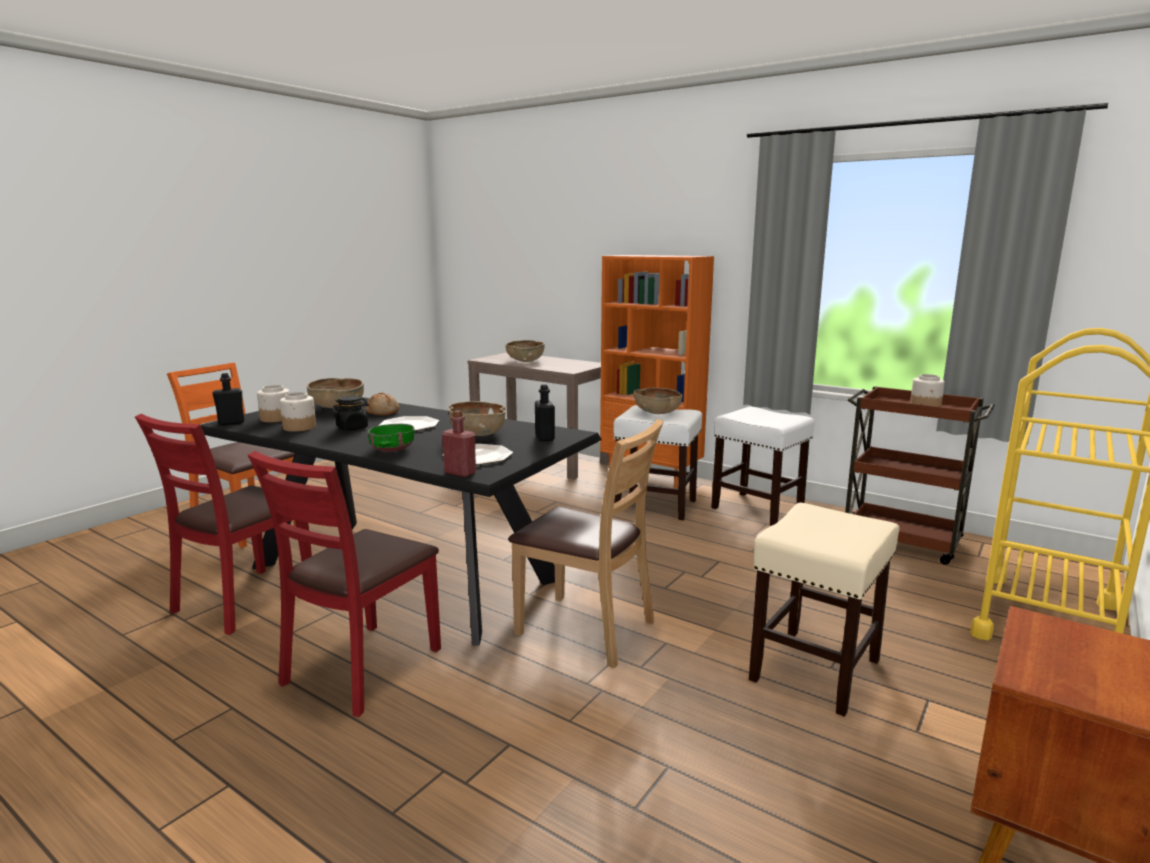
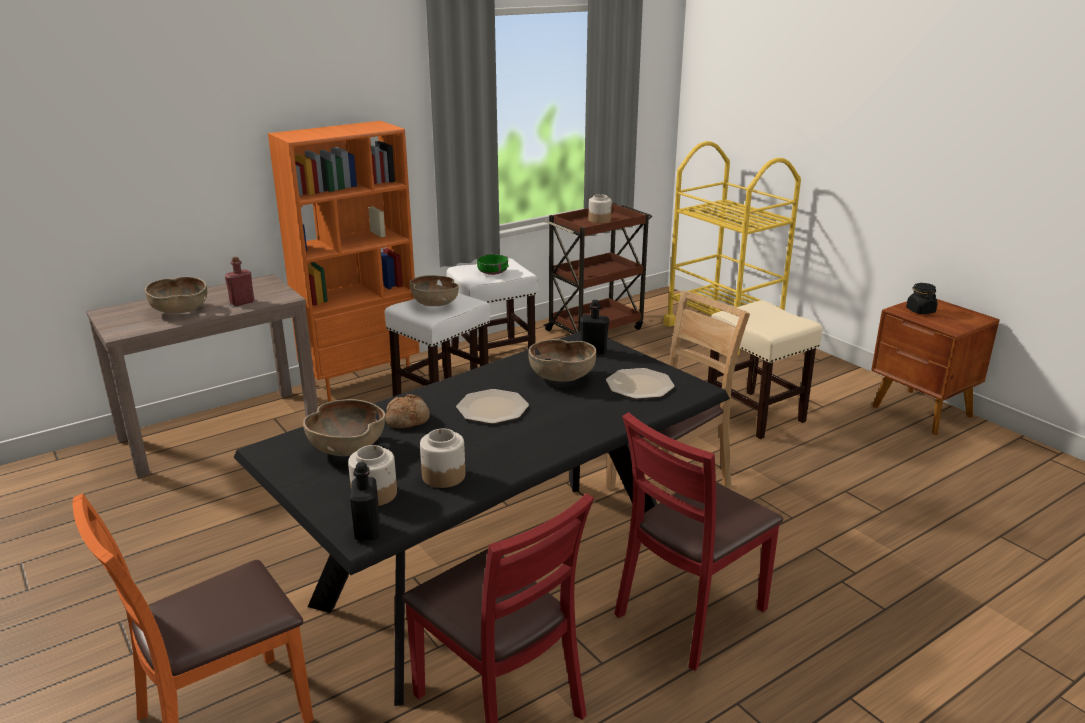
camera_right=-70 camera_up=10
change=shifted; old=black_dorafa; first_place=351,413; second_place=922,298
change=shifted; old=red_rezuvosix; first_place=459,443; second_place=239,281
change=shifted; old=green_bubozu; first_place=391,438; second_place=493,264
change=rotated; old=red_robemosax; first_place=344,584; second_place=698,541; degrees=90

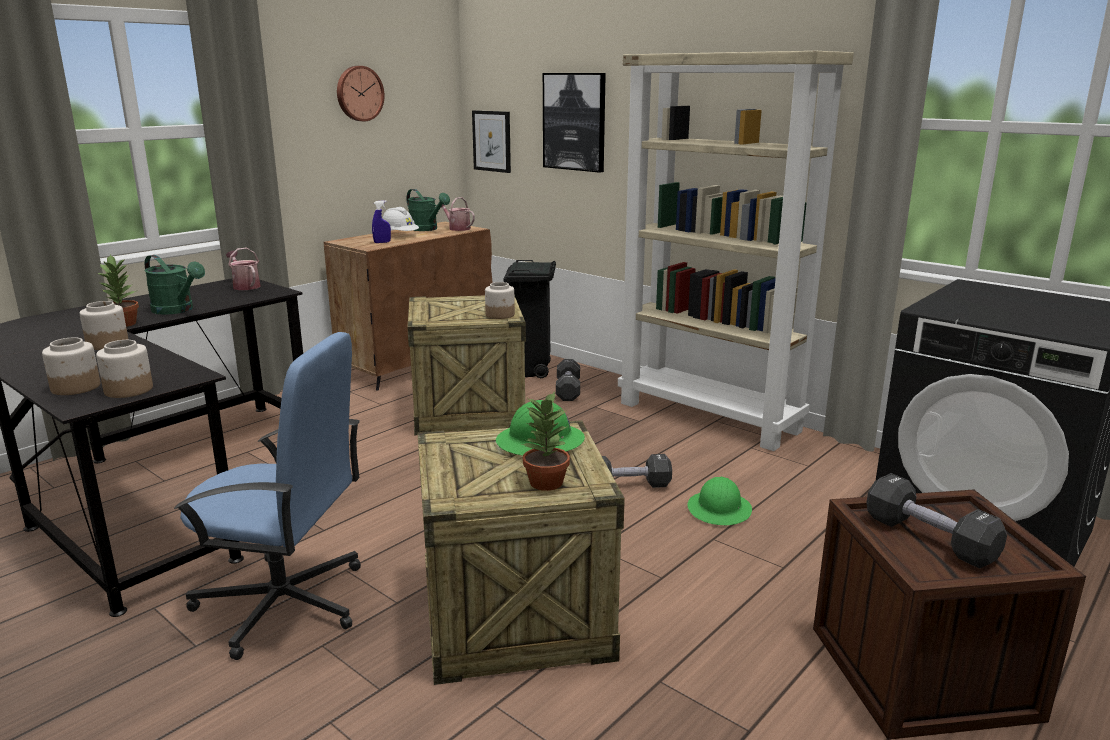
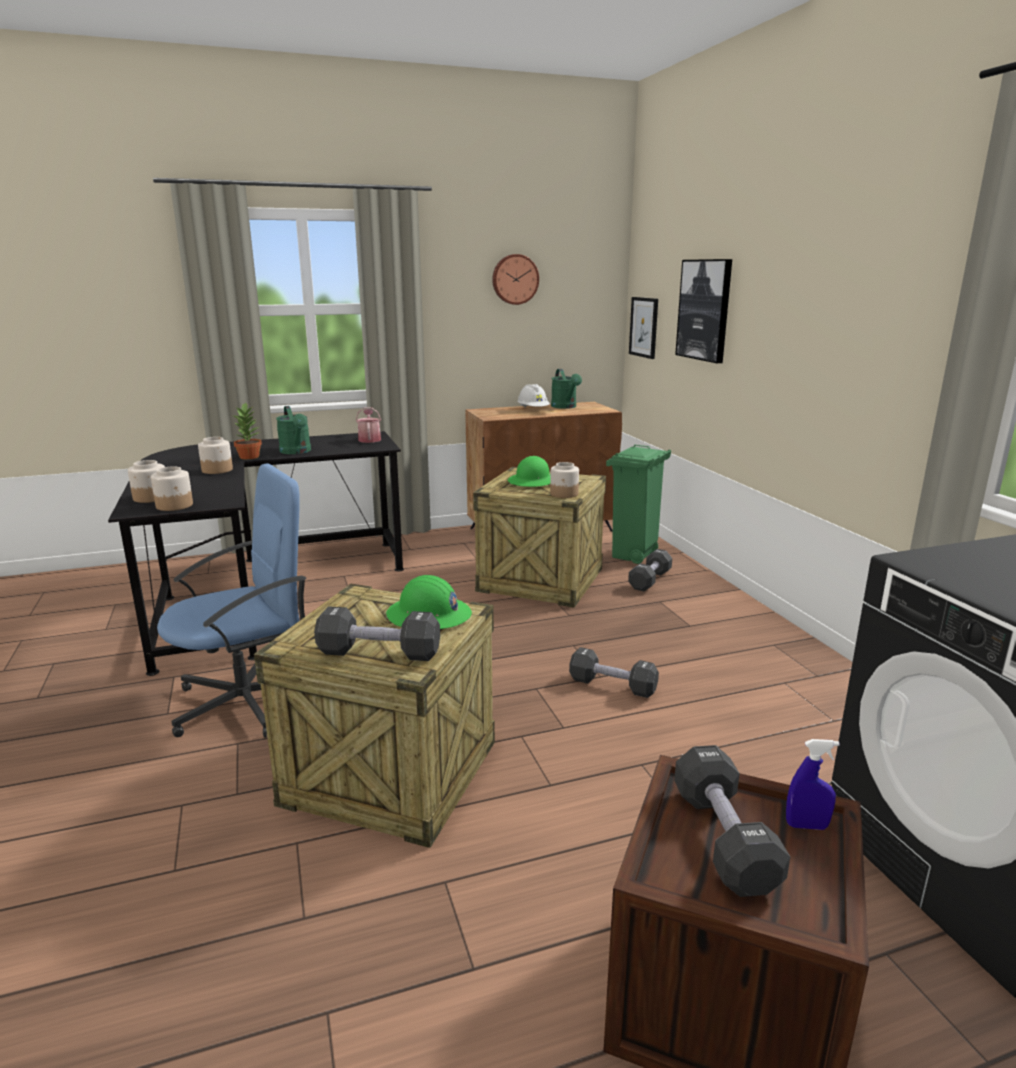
camera_right=30 camera_up=0
change=gone; old=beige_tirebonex; first_place=736,251
change=gone; old=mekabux; first_place=458,214
change=shifted; old=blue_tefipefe; first_place=381,221; second_place=813,784
change=repainted; old=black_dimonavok; new=green_dimonavok; first_place=530,319; second_place=638,504
change=rotated; old=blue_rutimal; first_place=267,496; second_place=232,601; degrees=-75
change=swapped; old=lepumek; new=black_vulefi; first_place=546,441; second_place=377,633
change=shifted; old=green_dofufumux; first_place=719,501; second_place=529,471

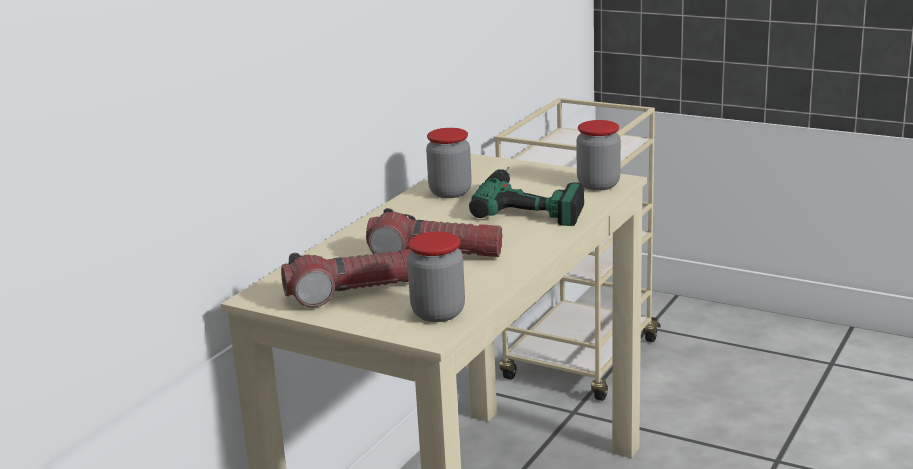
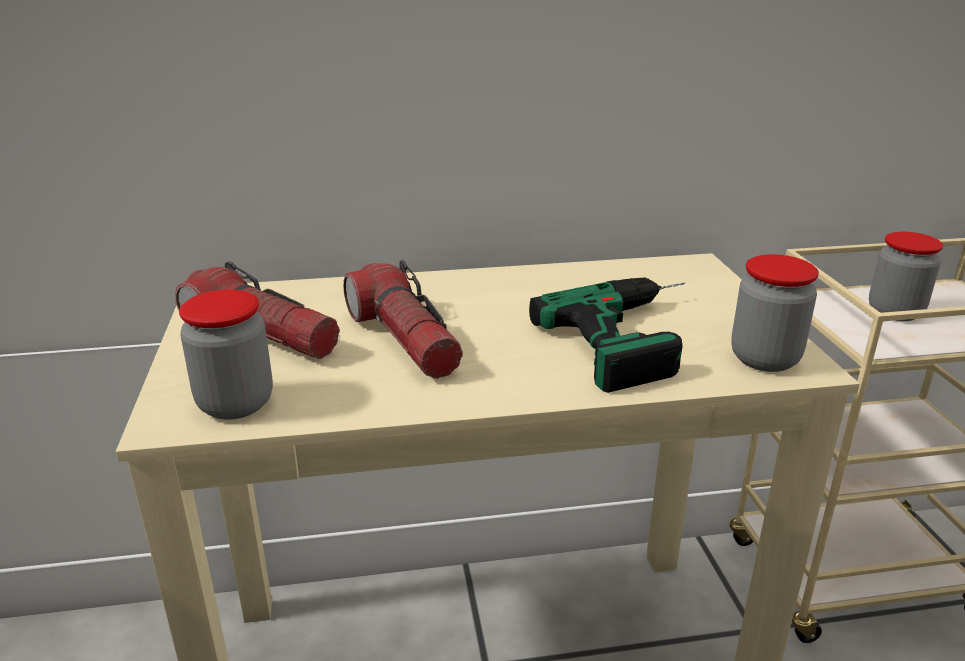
camera_right=50 camera_up=5
change=shifted; old=dorafa; first_place=449,163; second_place=906,276

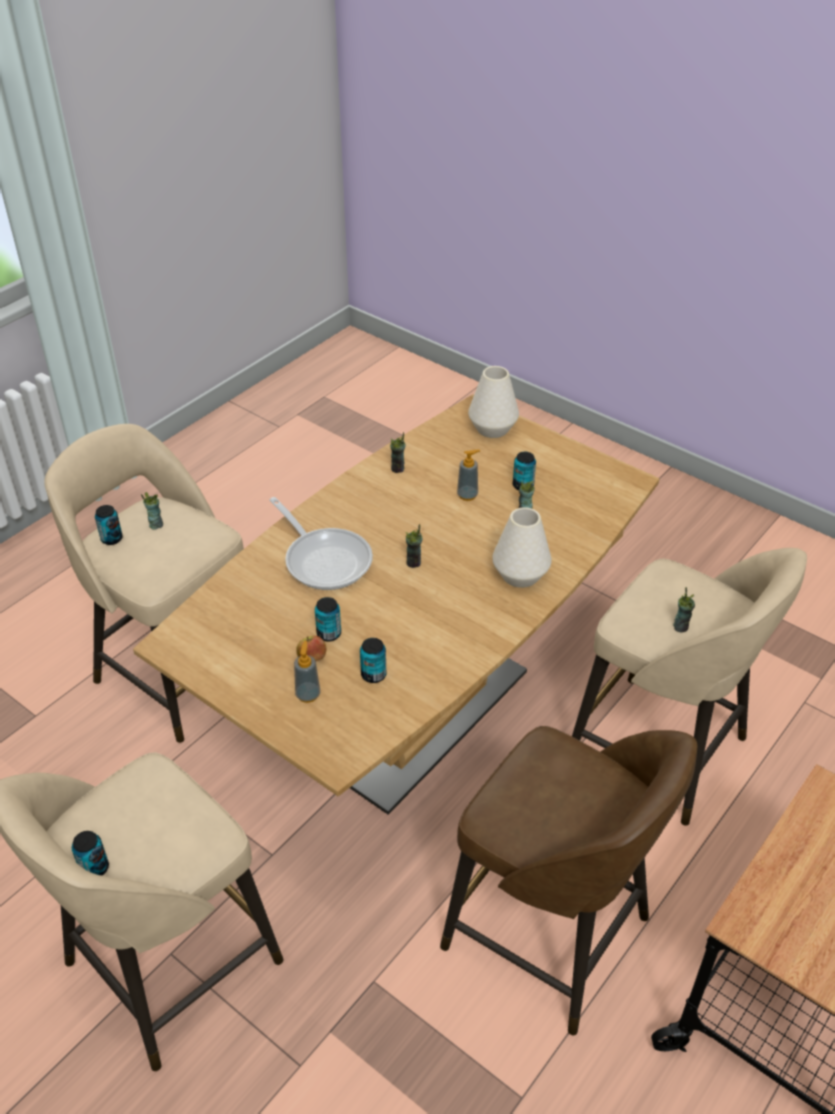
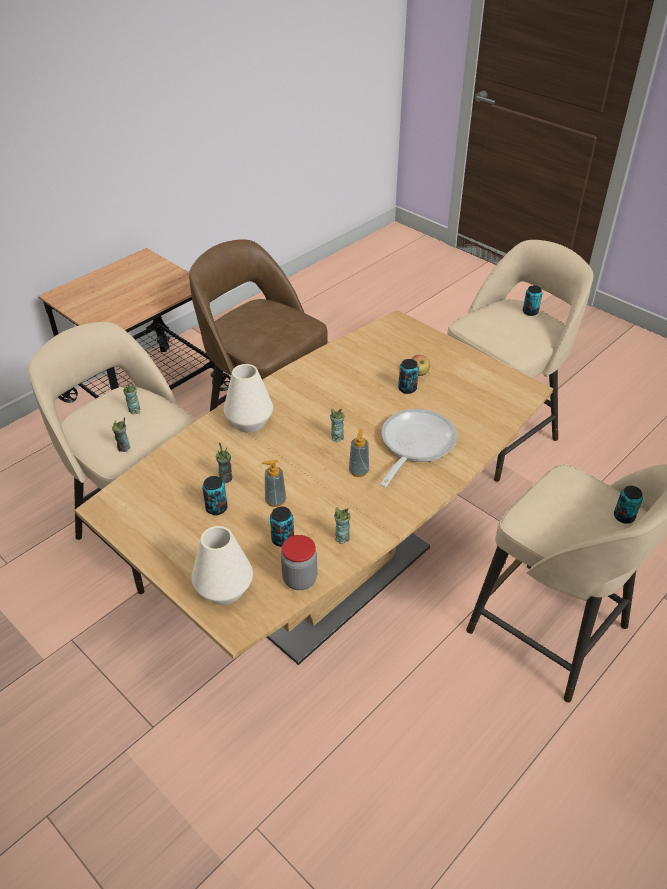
camera_right=-175 camera_up=0
change=shifted; old=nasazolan; first_place=152,511; second_place=121,434
change=rotated; old=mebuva; first_place=321,543; second_place=418,448; degrees=60
change=shifted; old=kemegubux; first_place=373,660; second_place=282,527
change=shifted; old=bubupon; first_place=307,671; second_place=359,453
change=new; new=dorafa; second_place=299,562

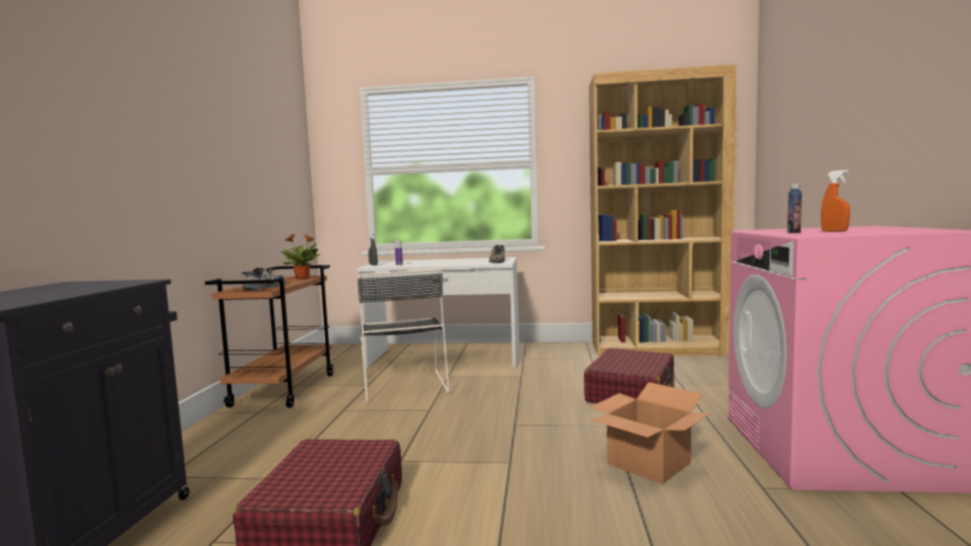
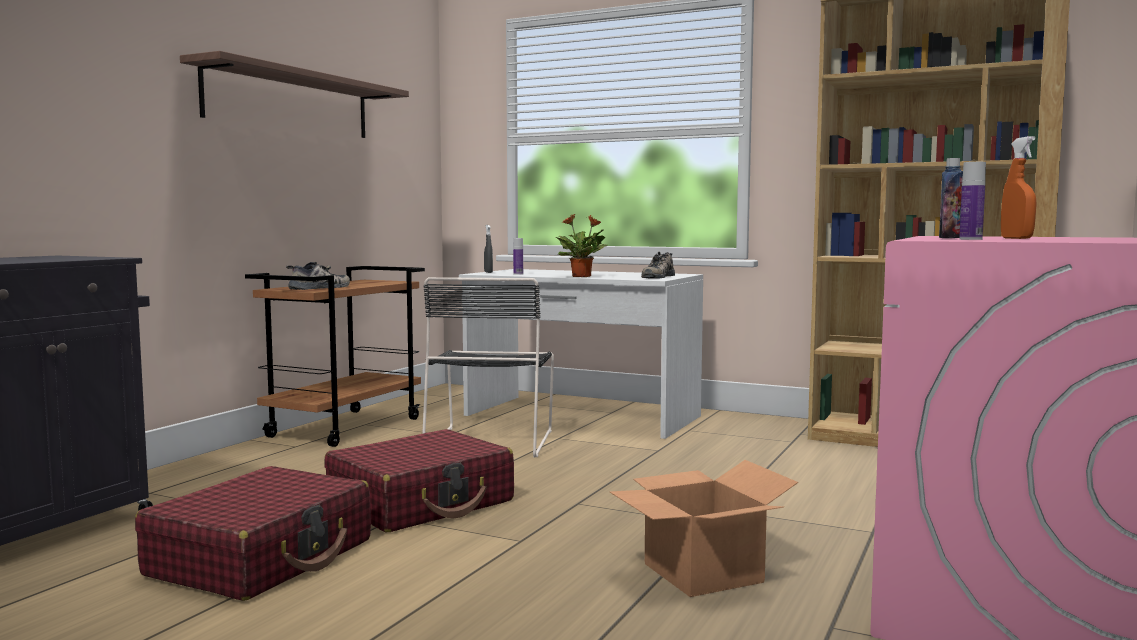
camera_right=20 camera_up=0
change=shifted; old=lepumek; first_place=301,256; second_place=581,245
change=shifted; old=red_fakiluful; first_place=629,375; second_place=419,480
change=new; new=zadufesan; second_place=294,94
change=new; new=rezuvosix; second_place=972,201

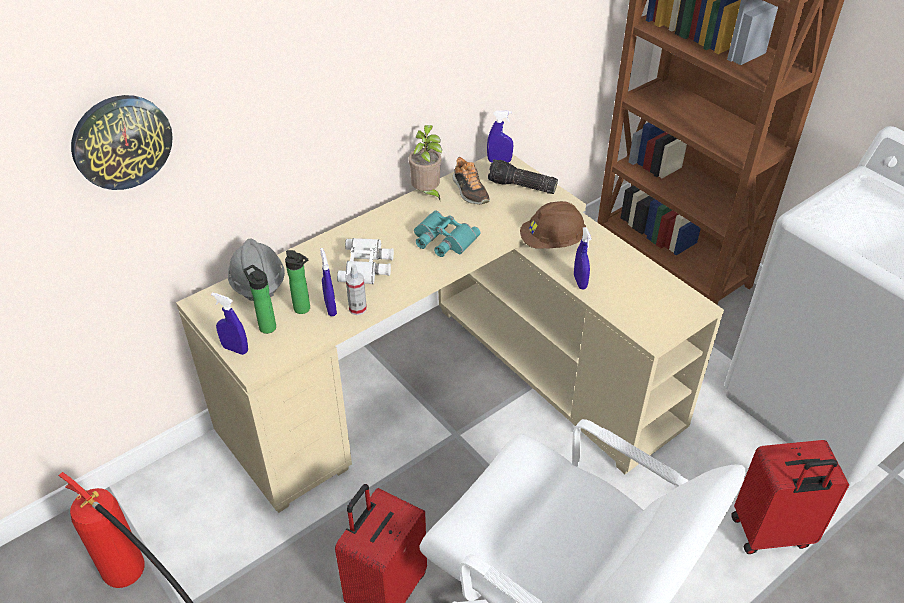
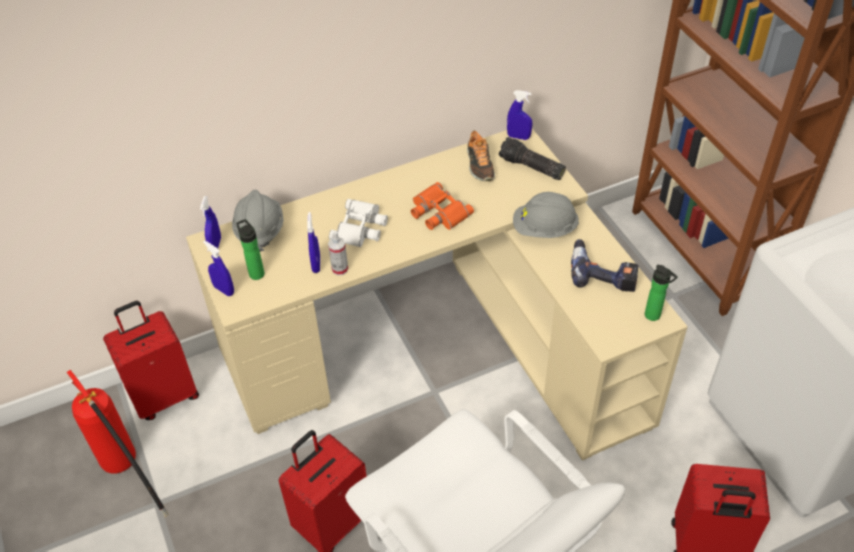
camera_right=15 camera_up=5
change=gone; old=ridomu; first_place=122,142
change=gone; old=lepumek; first_place=425,162
change=repainted; old=brown_dofufumux; new=grey_dofufumux; first_place=553,225; second_place=546,215
change=repainted; old=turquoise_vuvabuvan; new=orange_vuvabuvan; first_place=447,234; second_place=442,206
change=shifted; old=blue_tefipefe; first_place=583,258; second_place=210,223
change=shifted; old=rezuvosix; first_place=297,282; second_place=661,293
change=new; new=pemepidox; second_place=604,265
change=new; new=red_fakiluful; second_place=151,360

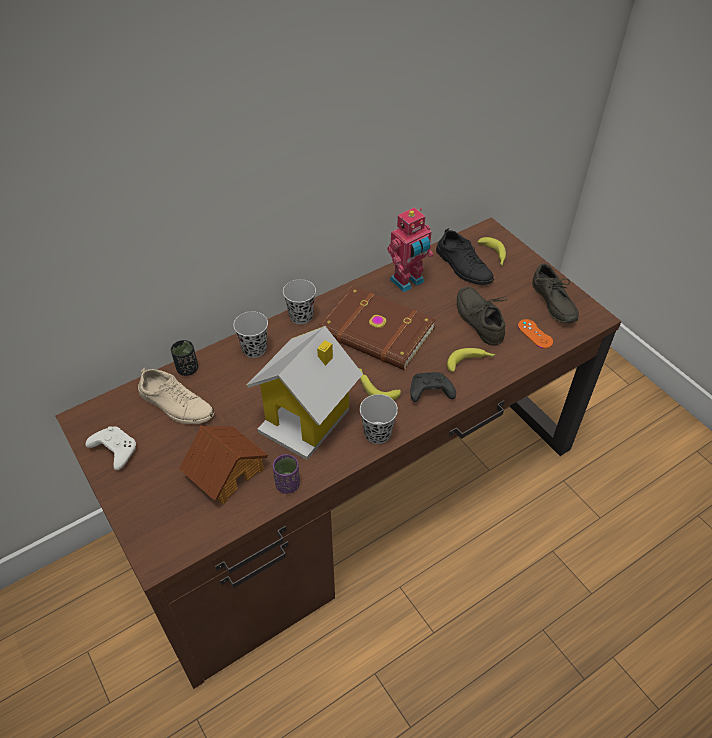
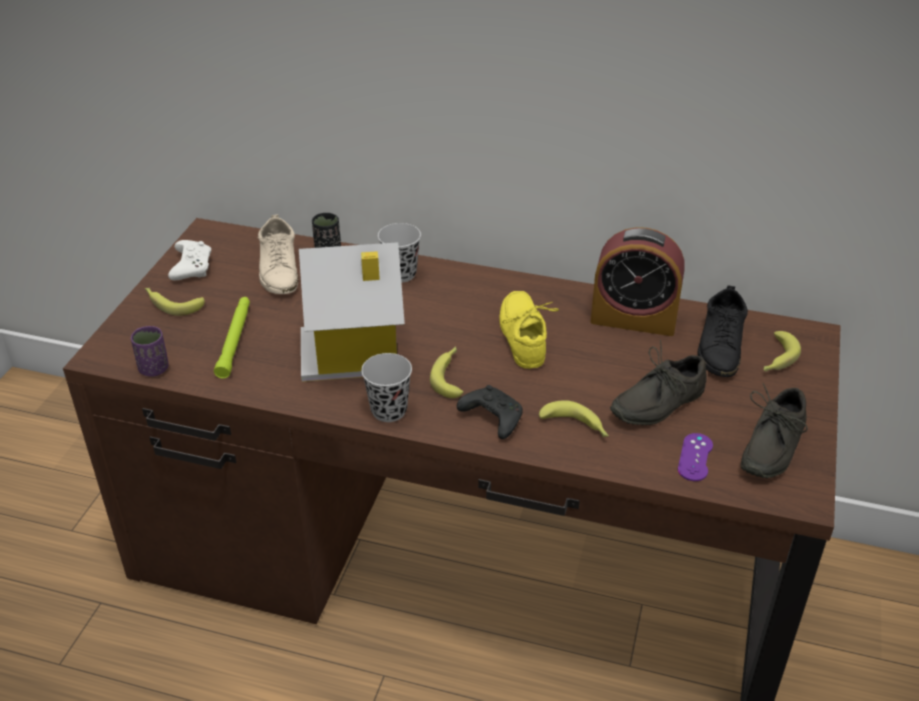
camera_right=50 camera_up=-10
change=swapped; old=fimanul; new=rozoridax; first_place=410,249; second_place=638,281
change=gone; old=black_nasazolan; first_place=299,302
change=swapped; old=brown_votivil; new=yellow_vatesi; first_place=377,327; second_place=529,330
change=rotated; old=grey_vatesi; first_place=482,316; second_place=658,382; degrees=-150
change=repainted; old=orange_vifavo; new=purple_vifavo; first_place=535,333; second_place=695,457
change=swapped; old=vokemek; new=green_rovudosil; first_place=223,465; second_place=232,338
change=shifted; old=purple_nasazolan; first_place=286,474; second_place=150,351
change=new; new=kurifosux; second_place=175,302

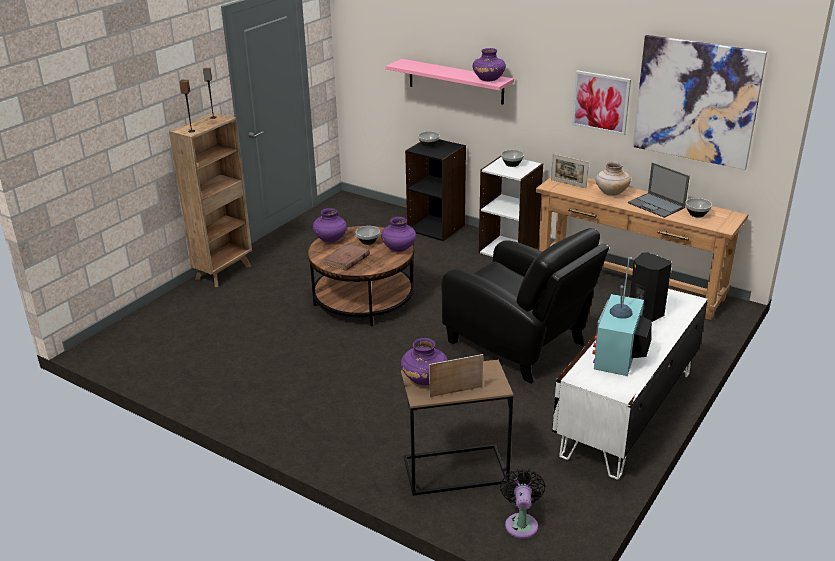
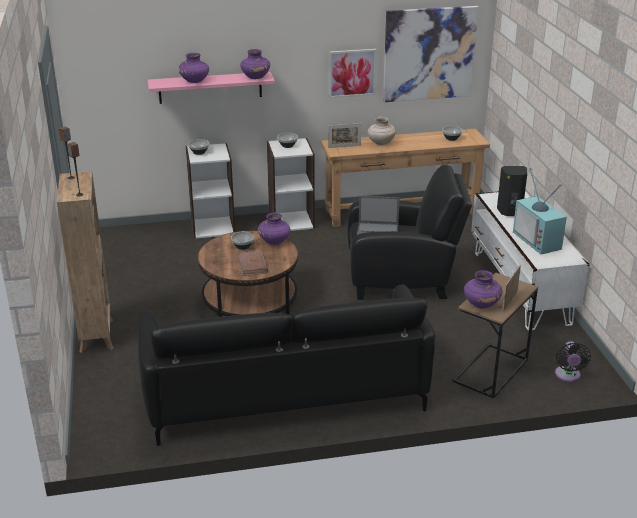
camera_right=-45 camera_up=0
change=repainted; old=black_tirebonex; new=white_tirebonex; first_place=435,190; second_place=210,191
change=shifted; old=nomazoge; first_place=659,190; second_place=378,215
change=shifted; old=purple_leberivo; first_place=330,225; second_place=193,68
change=rotated; old=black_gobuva; first_place=522,503; second_place=573,361; degrees=-135
change=new; new=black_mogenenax; second_place=286,365

